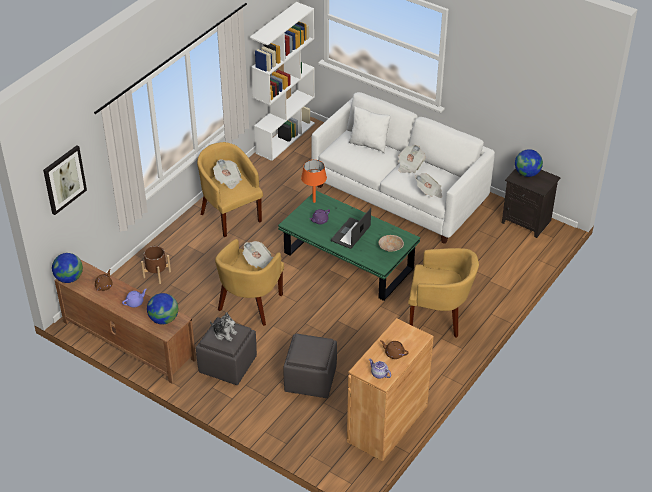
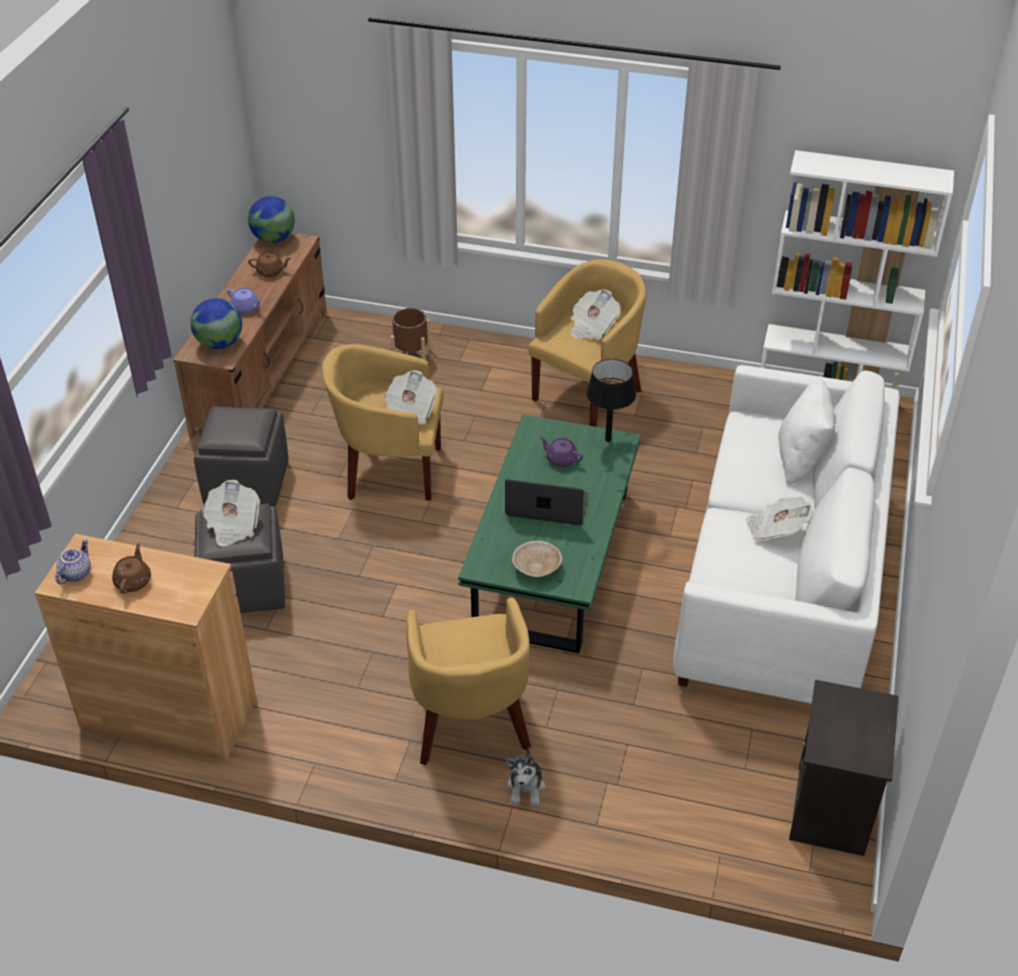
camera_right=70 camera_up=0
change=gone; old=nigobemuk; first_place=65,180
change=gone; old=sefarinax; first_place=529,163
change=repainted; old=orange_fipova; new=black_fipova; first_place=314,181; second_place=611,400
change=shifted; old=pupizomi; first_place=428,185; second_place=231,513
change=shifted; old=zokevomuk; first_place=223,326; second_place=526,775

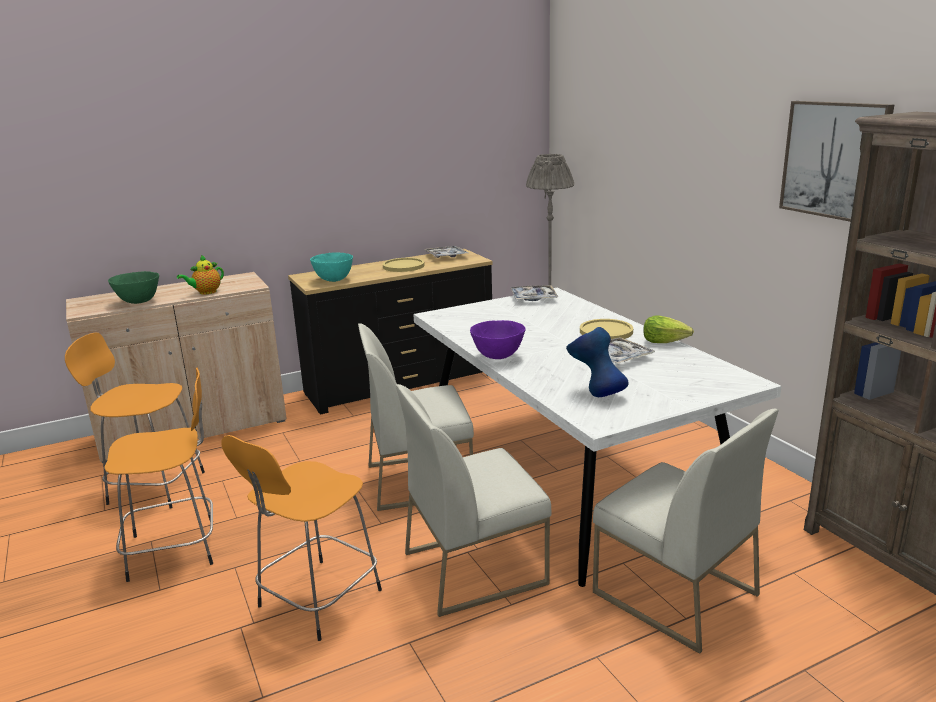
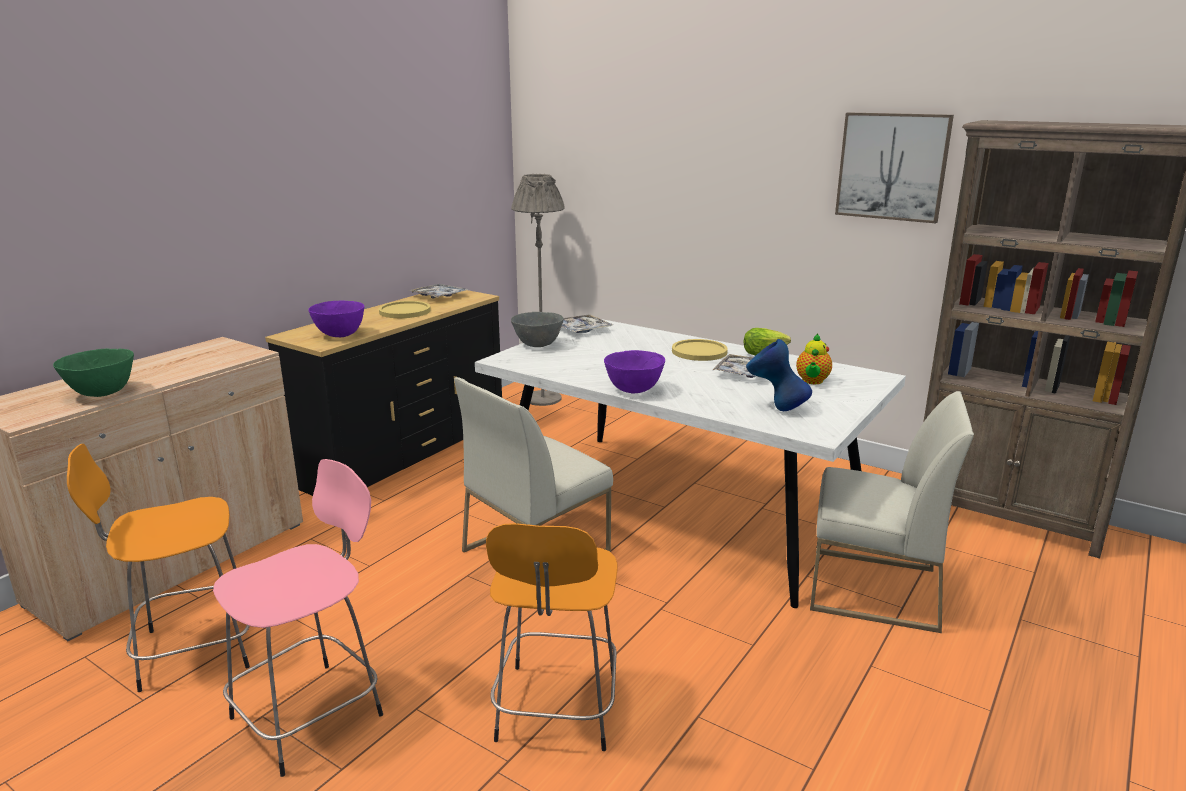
camera_right=-30 camera_up=0
change=repainted; old=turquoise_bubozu; new=purple_bubozu; first_place=331,267; second_place=336,318
change=shifted; old=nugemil; first_place=200,274; second_place=814,359
change=repainted; old=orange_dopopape; new=pink_dopopape; first_place=158,475; second_place=298,618
change=gone; old=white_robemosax; first_place=473,500
change=new; new=grey_bubozu; second_place=537,329

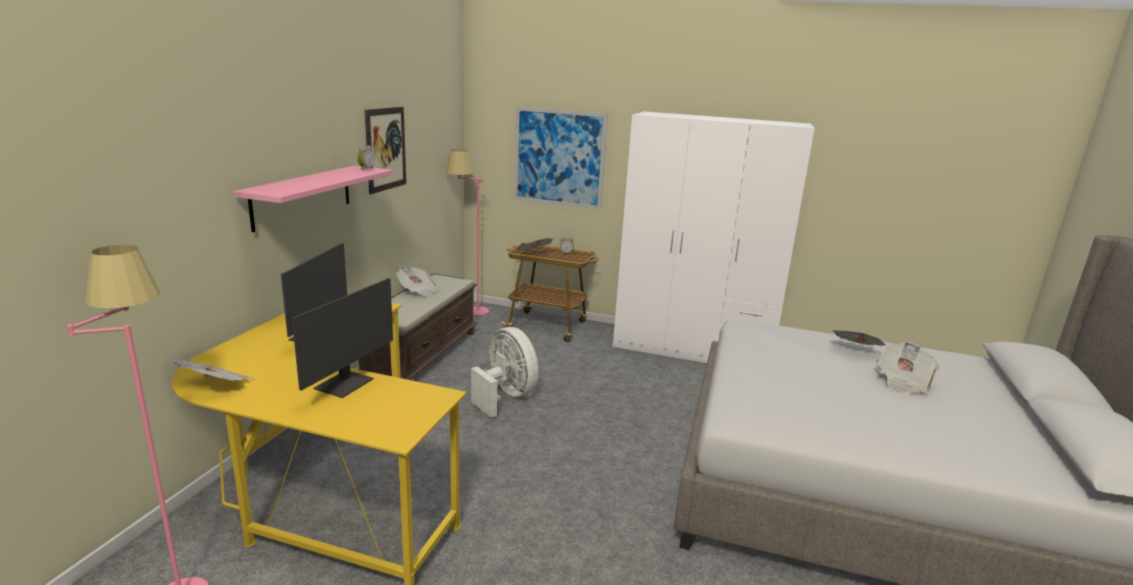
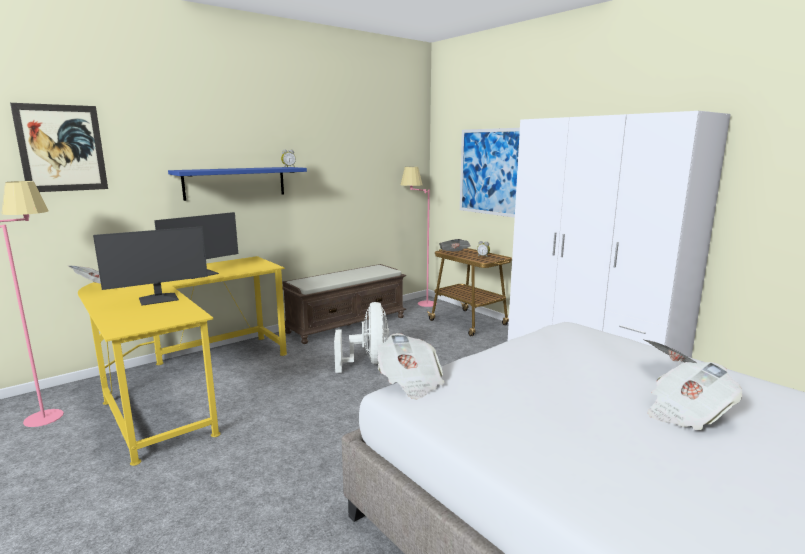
camera_right=35 camera_up=-5
change=shifted; old=nigobemuk; first_place=385,150; second_place=59,147
change=repainted; old=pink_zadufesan; new=blue_zadufesan; first_place=313,199; second_place=237,184
change=shifted; old=pupizomi; first_place=417,282; second_place=411,366

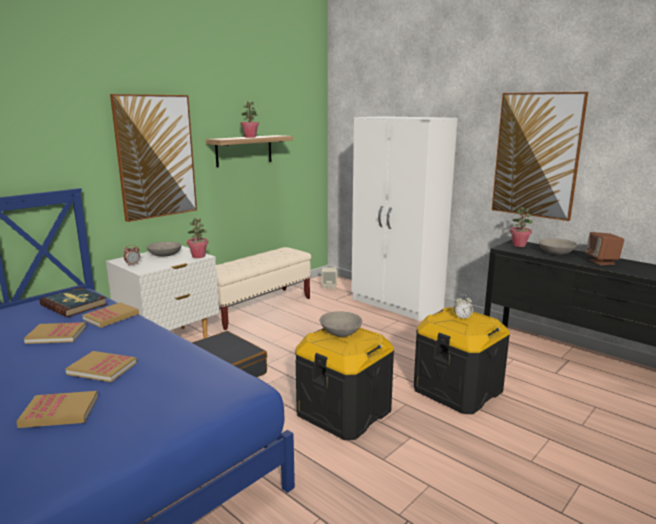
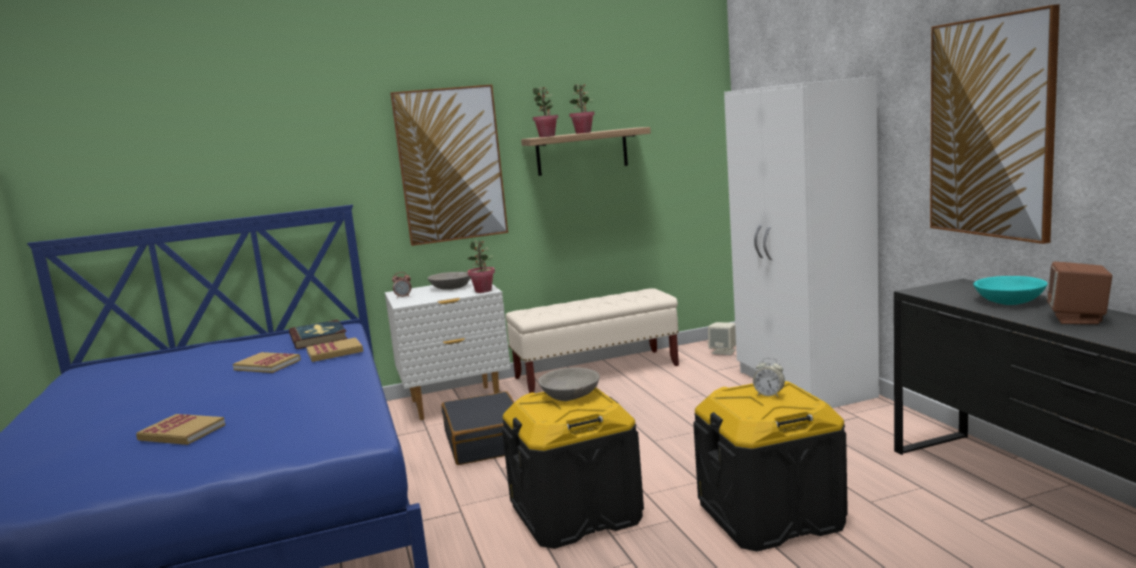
camera_right=30 camera_up=-5
change=shifted; old=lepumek; first_place=521,227; second_place=545,112
change=repainted; old=grey_bubozu; new=turquoise_bubozu; first_place=558,246; second_place=1010,290
change=gone; old=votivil; first_place=101,366

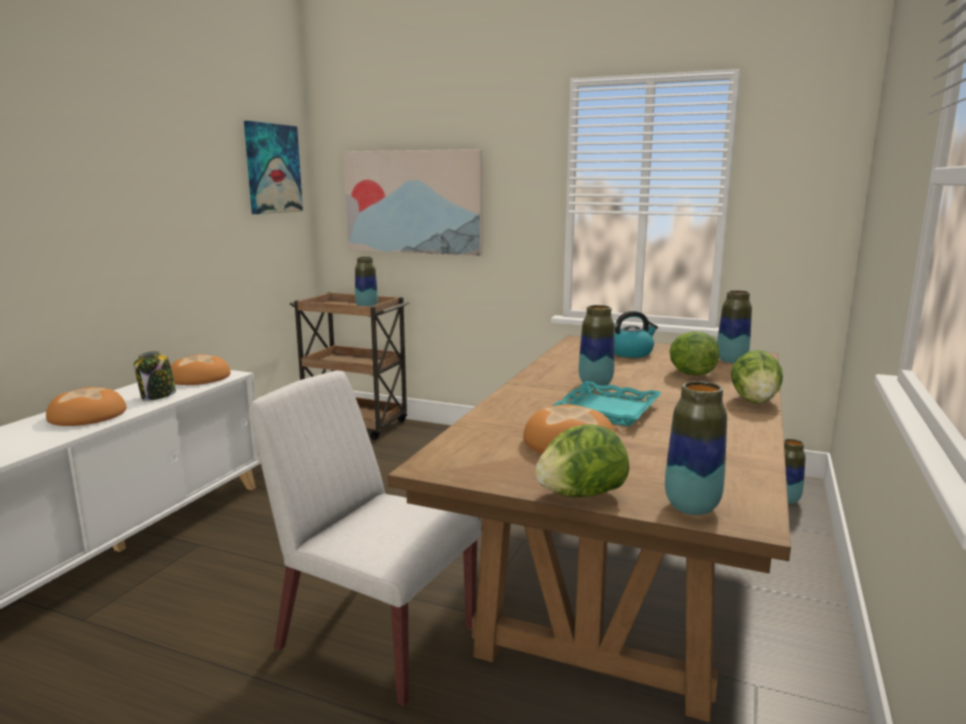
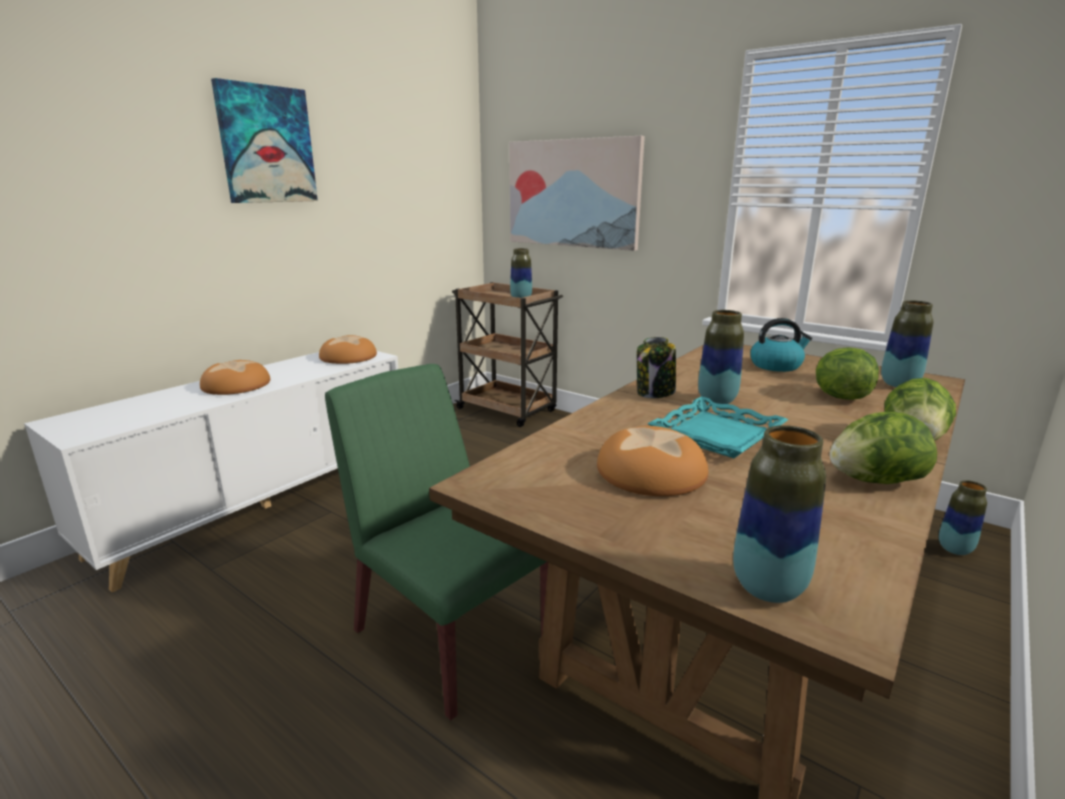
camera_right=15 camera_up=5
change=shifted; old=nigobemuk; first_place=273,167; second_place=264,140
change=shifted; old=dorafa; first_place=155,376; second_place=656,367
change=repainted; old=white_robemosax; new=green_robemosax; first_place=365,538; second_place=436,542
change=shifted; old=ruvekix; first_place=582,460; second_place=883,448

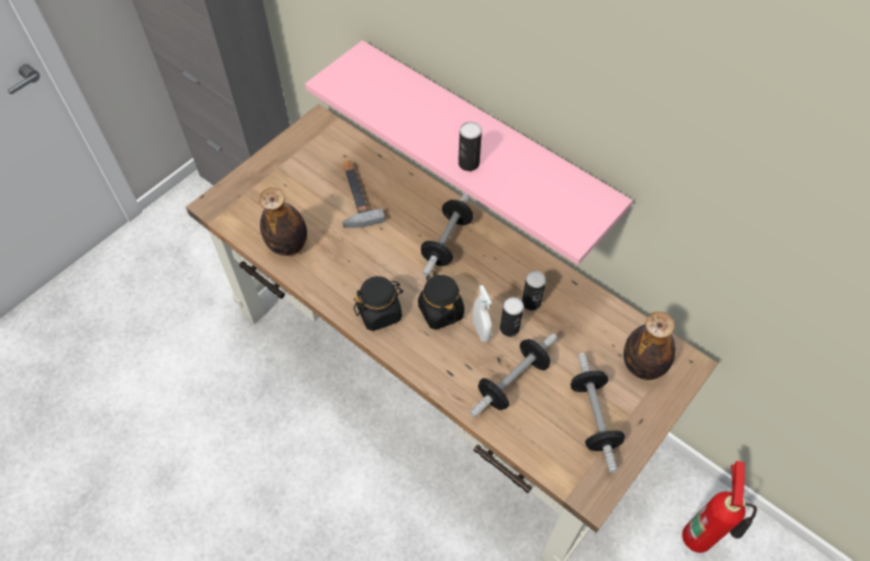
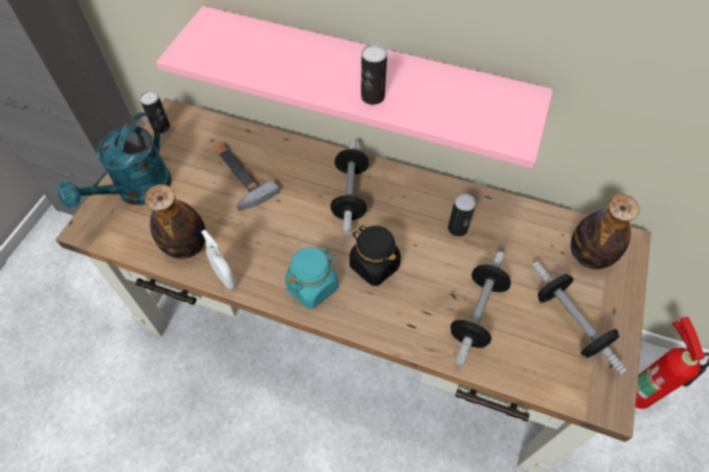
camera_right=-20 camera_up=0
change=repainted; old=black_dorafa; new=turquoise_dorafa; first_place=378,303; second_place=311,277
change=shifted; old=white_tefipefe; first_place=482,313; second_place=218,259
change=shifted; old=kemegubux; first_place=512,317; second_place=155,112
change=new; new=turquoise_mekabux; second_place=114,160

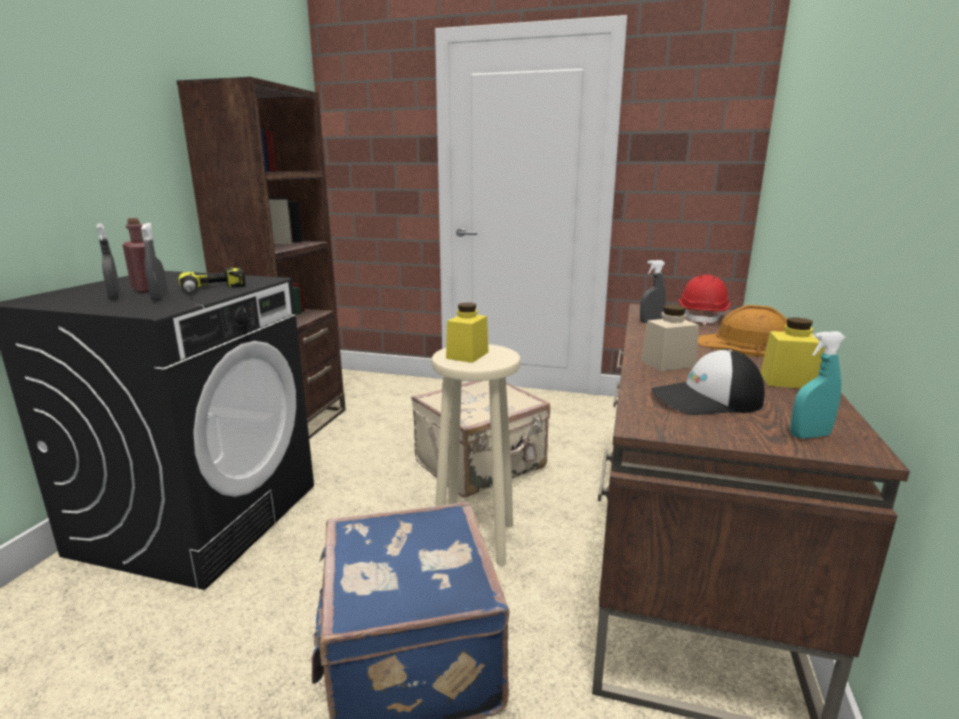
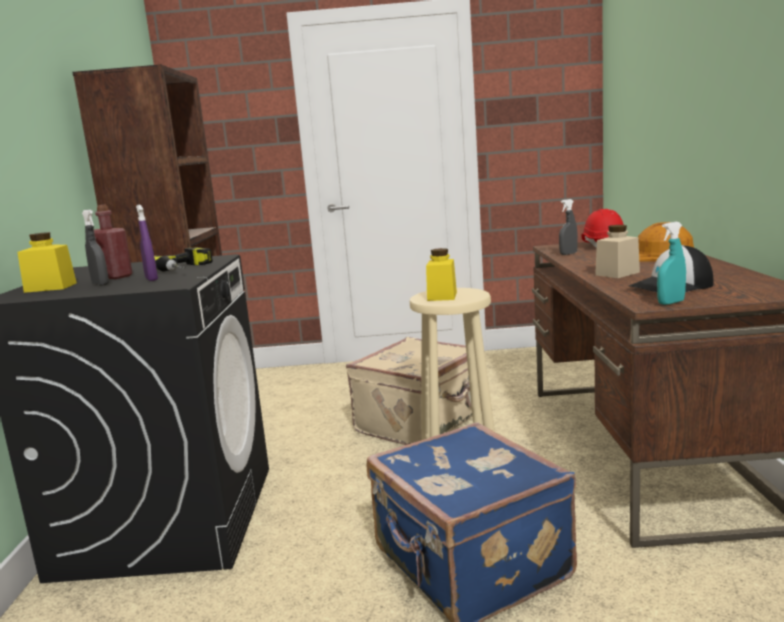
camera_right=-15 camera_up=-5
change=repainted; old=grey_tefipefe; new=purple_tefipefe; first_place=154,262; second_place=147,243
change=shifted; old=yellow_dorafa; first_place=793,352; second_place=47,262
change=shifted; old=turquoise_tefipefe; first_place=818,384; second_place=671,263

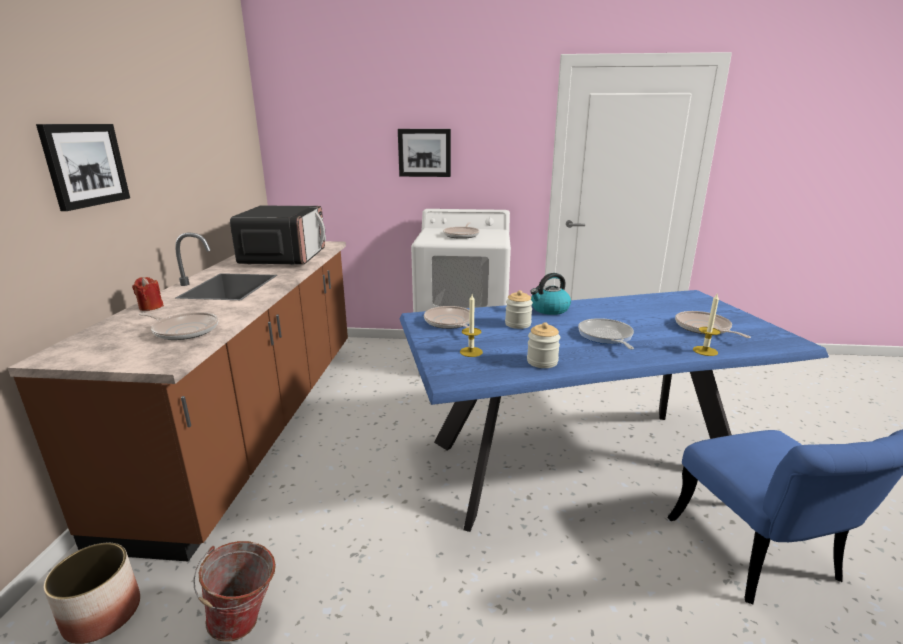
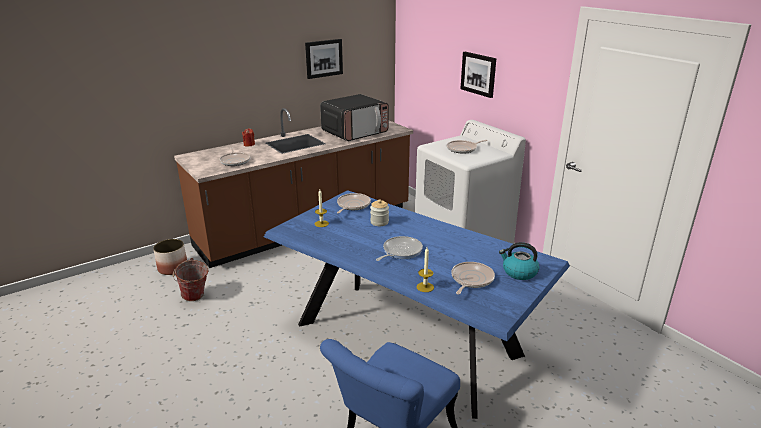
camera_right=50 camera_up=5
change=shifted; old=nigobemuk; first_place=83,167; second_place=324,59
change=shifted; old=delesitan; first_place=550,294; second_place=519,261
change=gone; old=dorafa; first_place=543,345

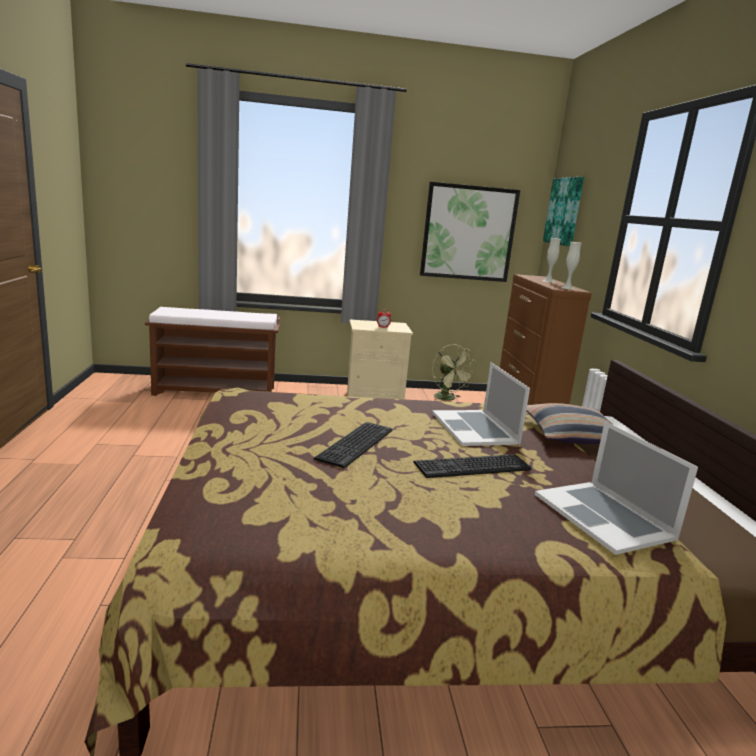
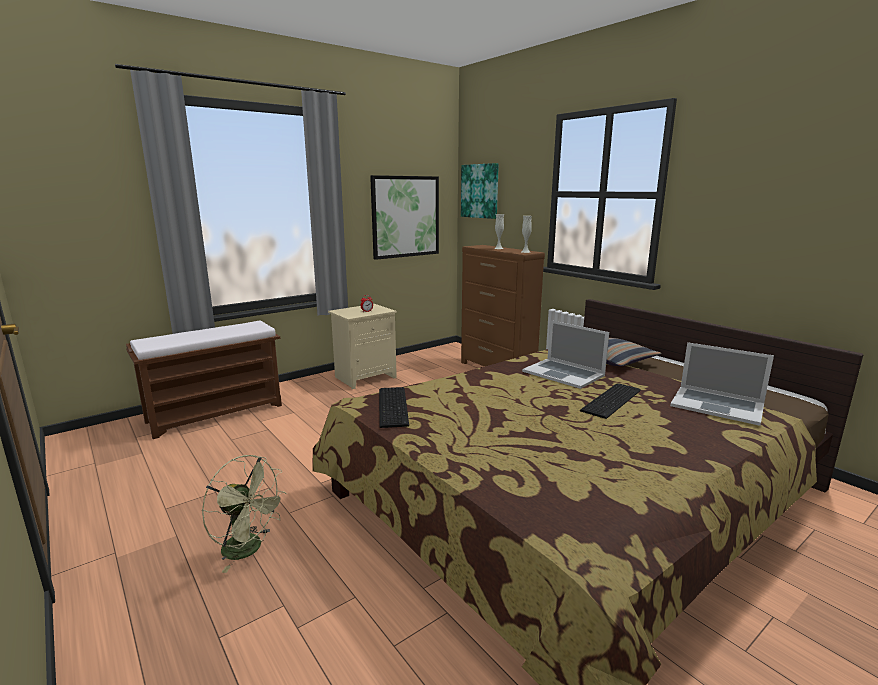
camera_right=-30 camera_up=0
change=shifted; old=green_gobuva; first_place=453,372; second_place=244,514
change=shifted; old=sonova; first_place=352,445; second_place=394,407

